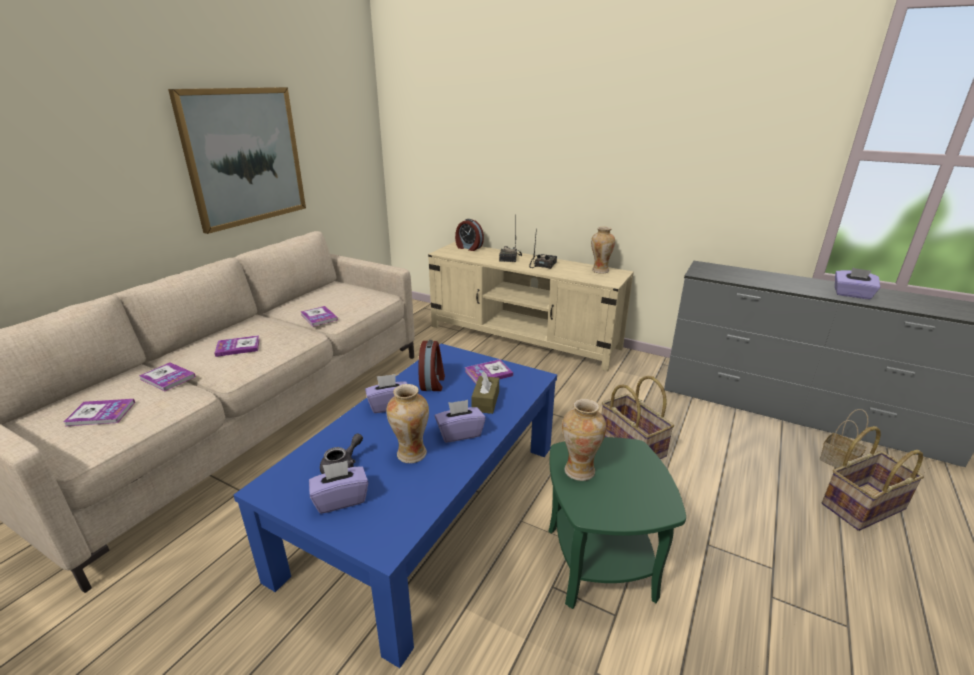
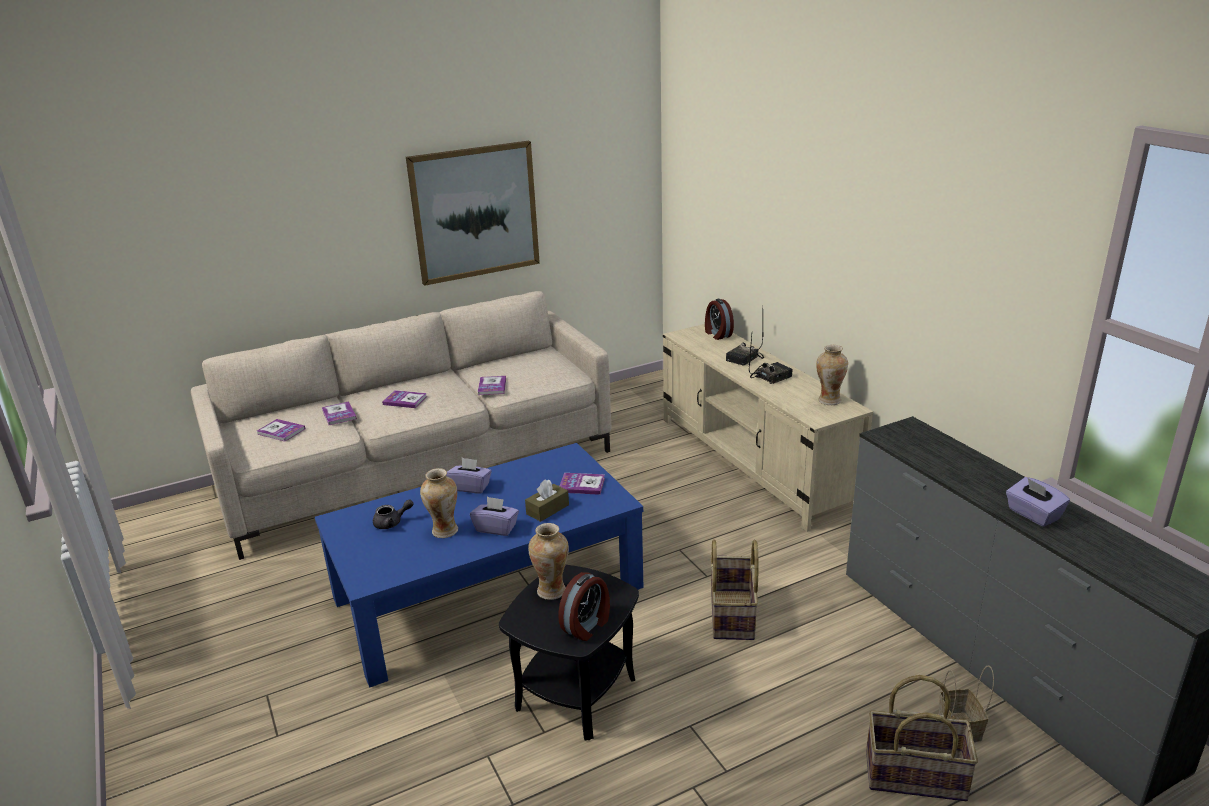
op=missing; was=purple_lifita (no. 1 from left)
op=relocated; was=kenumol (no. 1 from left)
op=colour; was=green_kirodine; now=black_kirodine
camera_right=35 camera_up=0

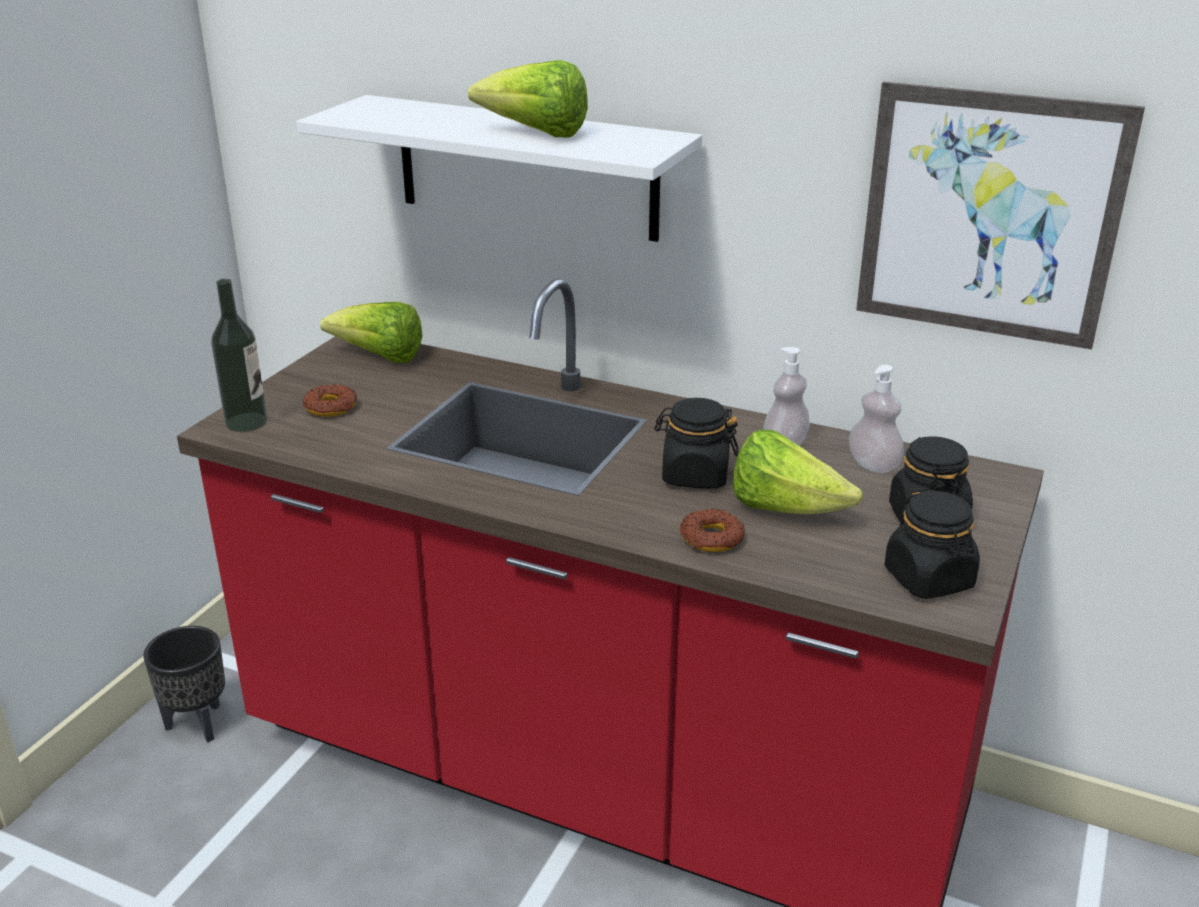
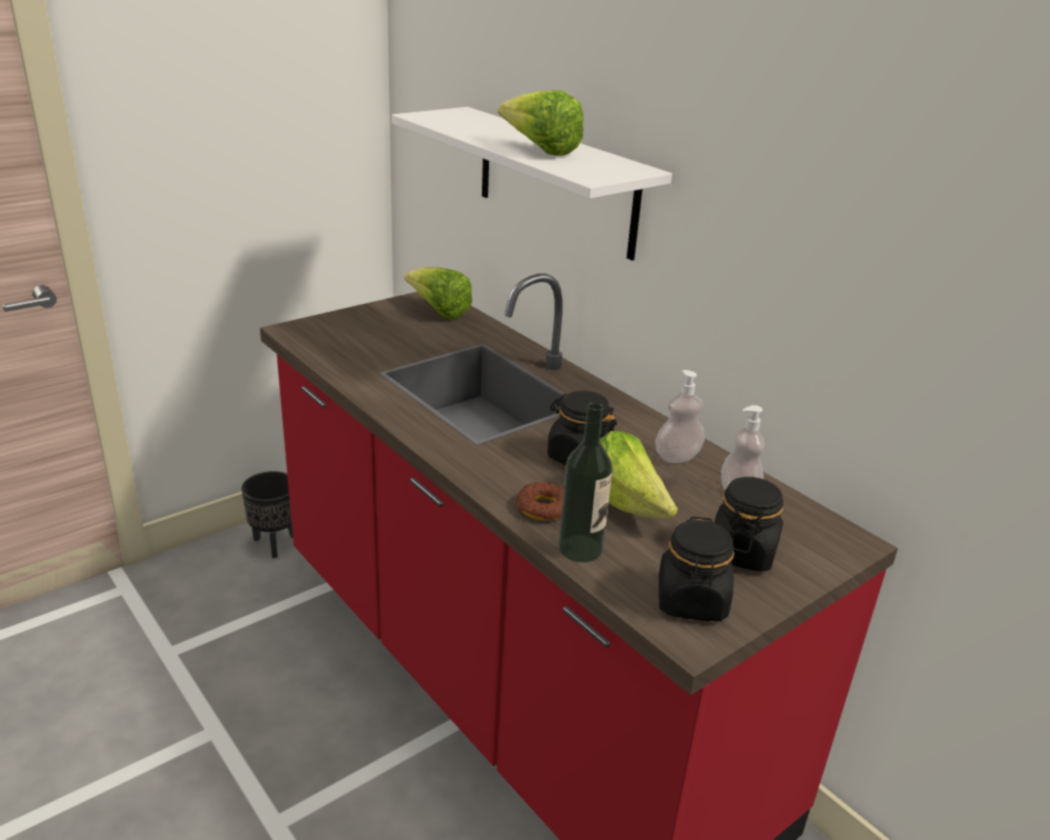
op=relocated; was=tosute
op=missing; was=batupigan (no. 1 from left)
op=missing; was=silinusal
camera_right=25 camera_up=0

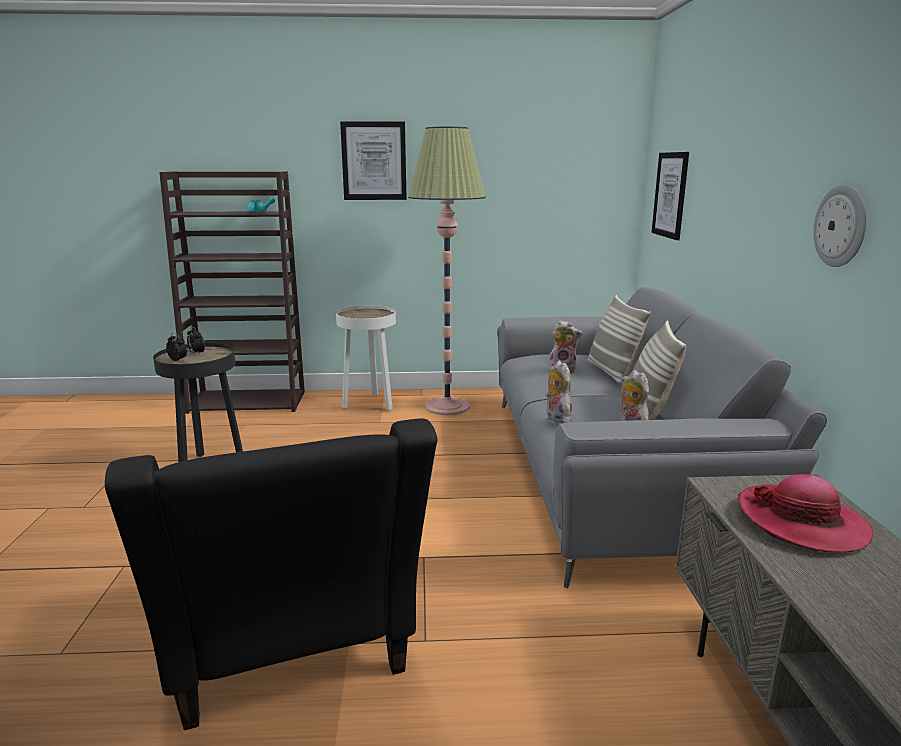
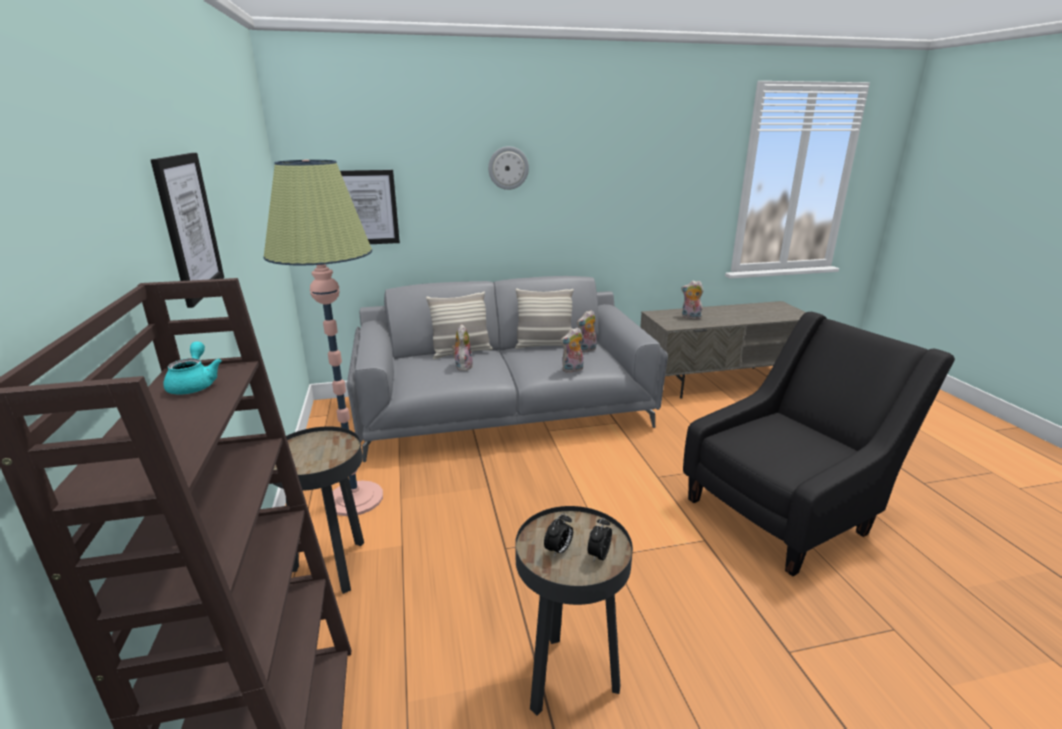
op=colour; was=white_kirodine; now=black_kirodine (no. 1 from left)
op=exchanged; was=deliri; now=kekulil (no. 4 from left)
op=relocated; was=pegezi
camera_right=-100 camera_up=5

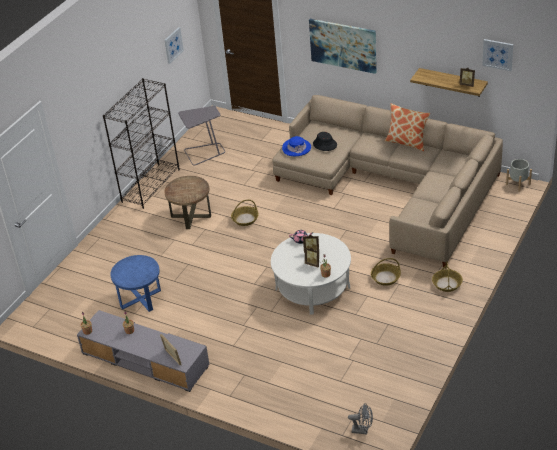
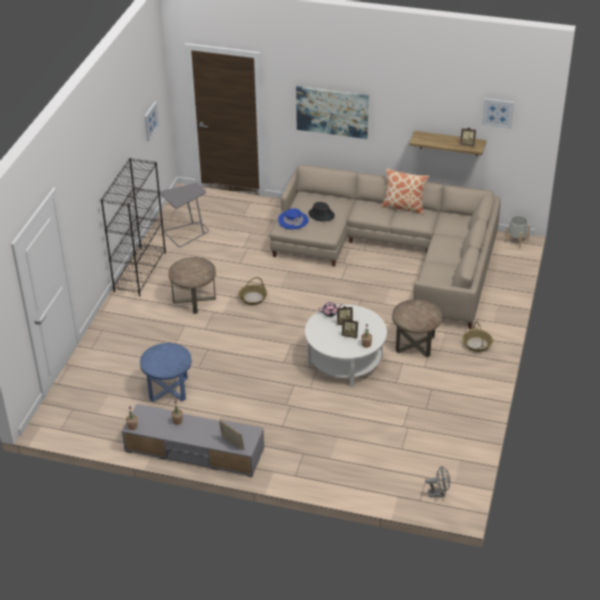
op=exchanged; was=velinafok (no. 2 from left); now=brown_kirodine (no. 2 from left)
camera_right=-15 camera_up=0

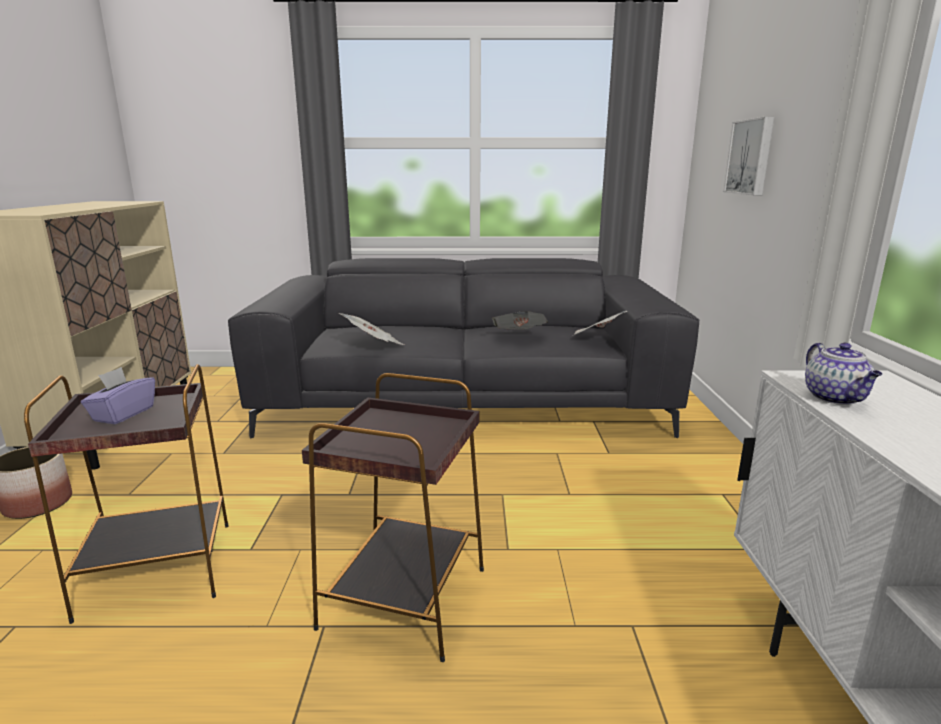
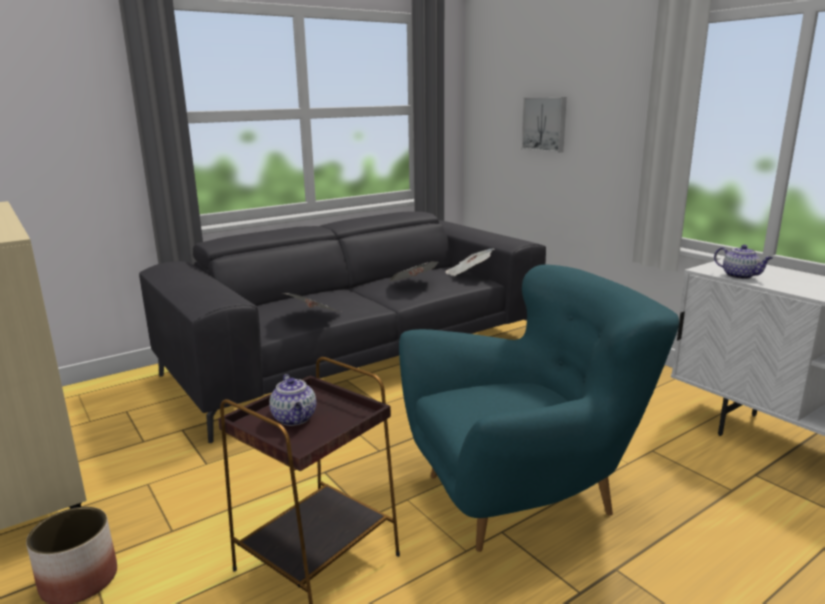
op=exchanged; was=purple_lifita; now=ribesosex (no. 1 from left)
op=exchanged; was=brown_kirodine (no. 2 from left); now=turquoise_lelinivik
camera_right=-35 camera_up=0

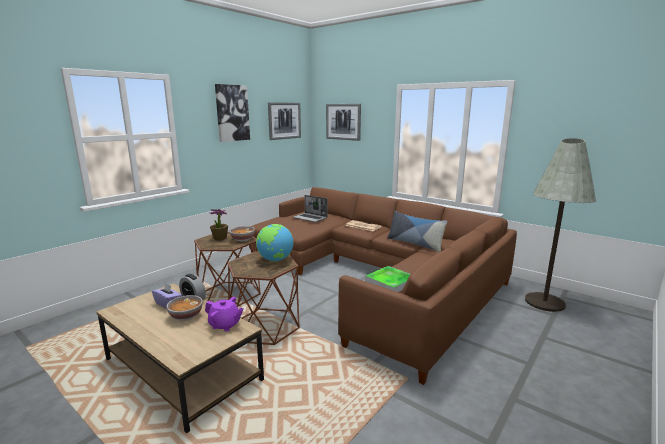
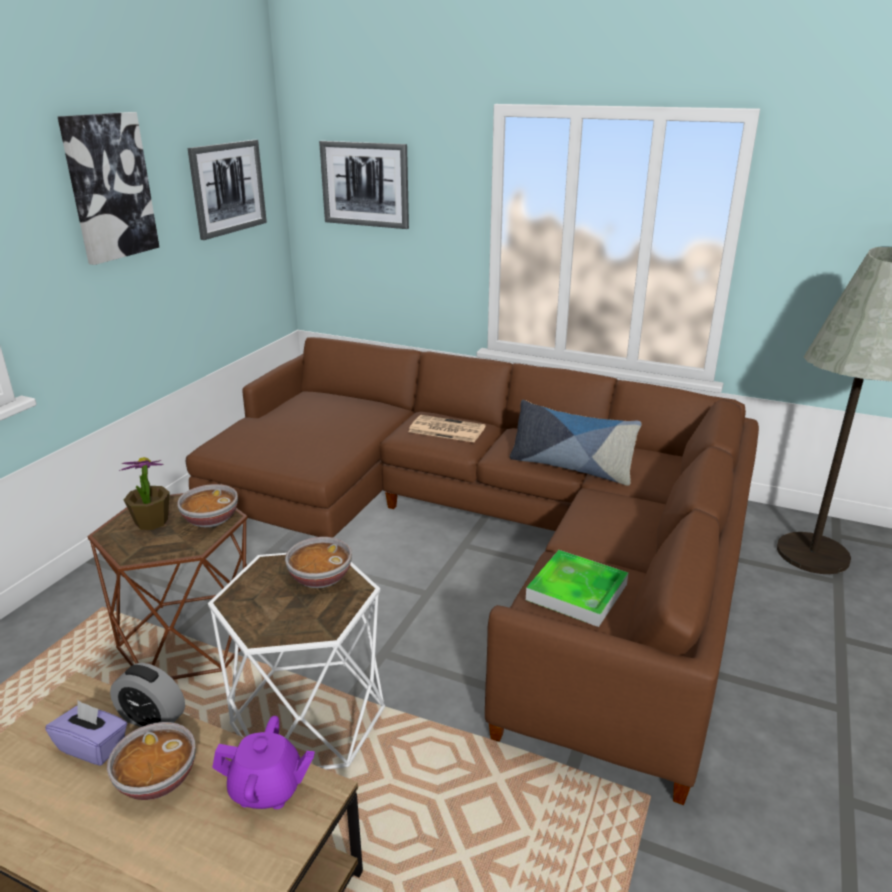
op=colour; was=brown_kirodine (no. 2 from left); now=white_kirodine
op=exchanged; was=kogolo; now=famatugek (no. 3 from left)
op=missing; was=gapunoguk
camera_right=-15 camera_up=10

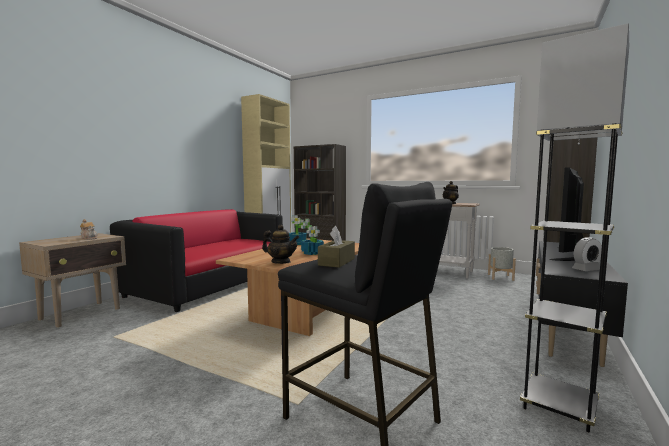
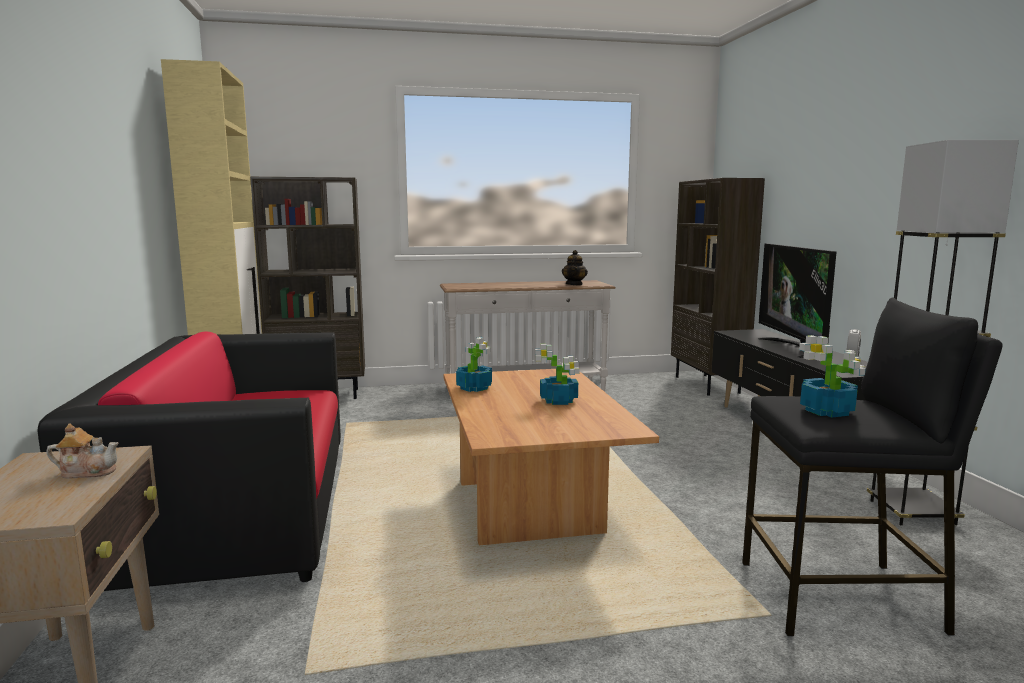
op=missing; was=ribesosex (no. 2 from left)
op=exchanged; was=brown_lifita; now=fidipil (no. 3 from left)
op=missing; was=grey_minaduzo
camera_right=-40 camera_up=5

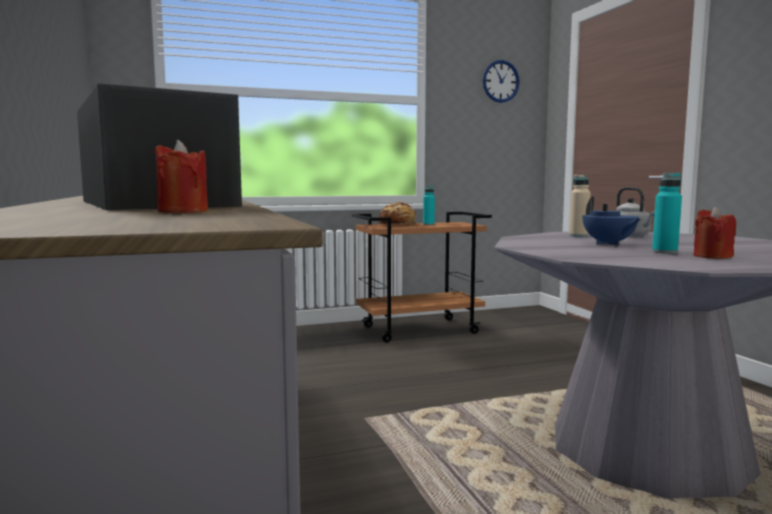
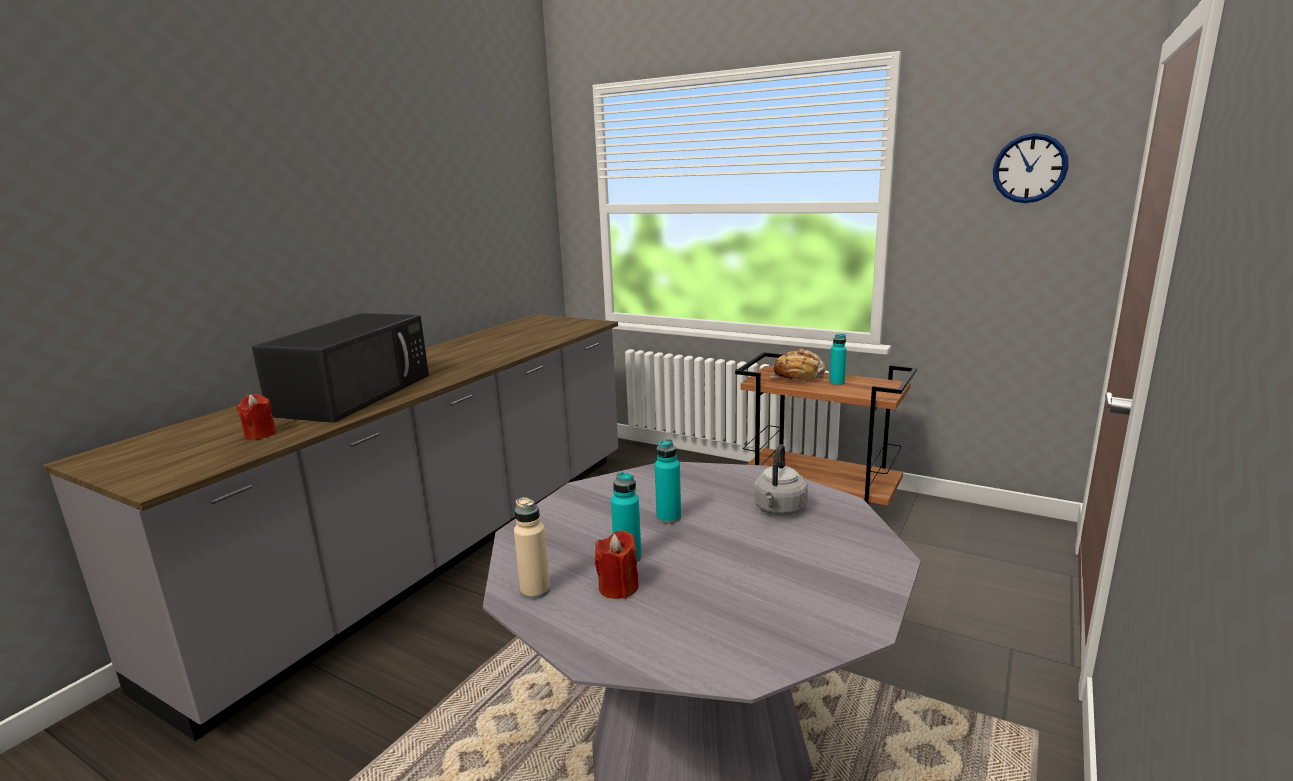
op=relocated; was=beige_tosute
op=exchanged; was=blue_ribesosex; now=turquoise_tosute (no. 2 from left)
camera_right=50 camera_up=10

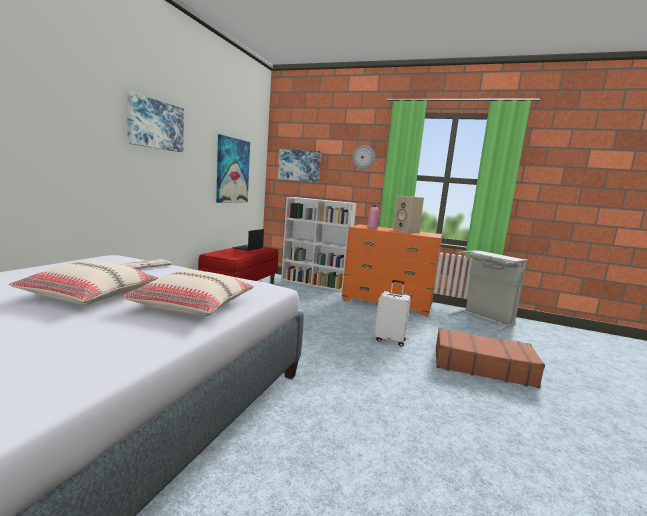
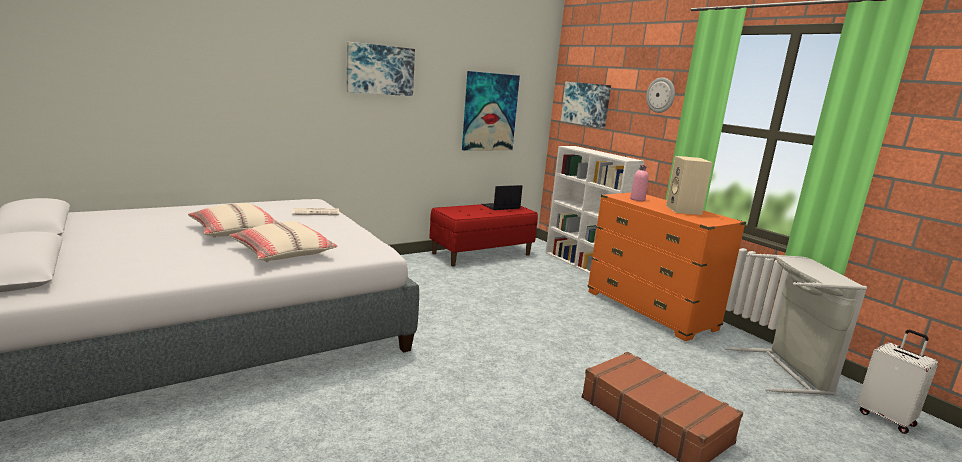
op=relocated; was=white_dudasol
camera_right=35 camera_up=5

